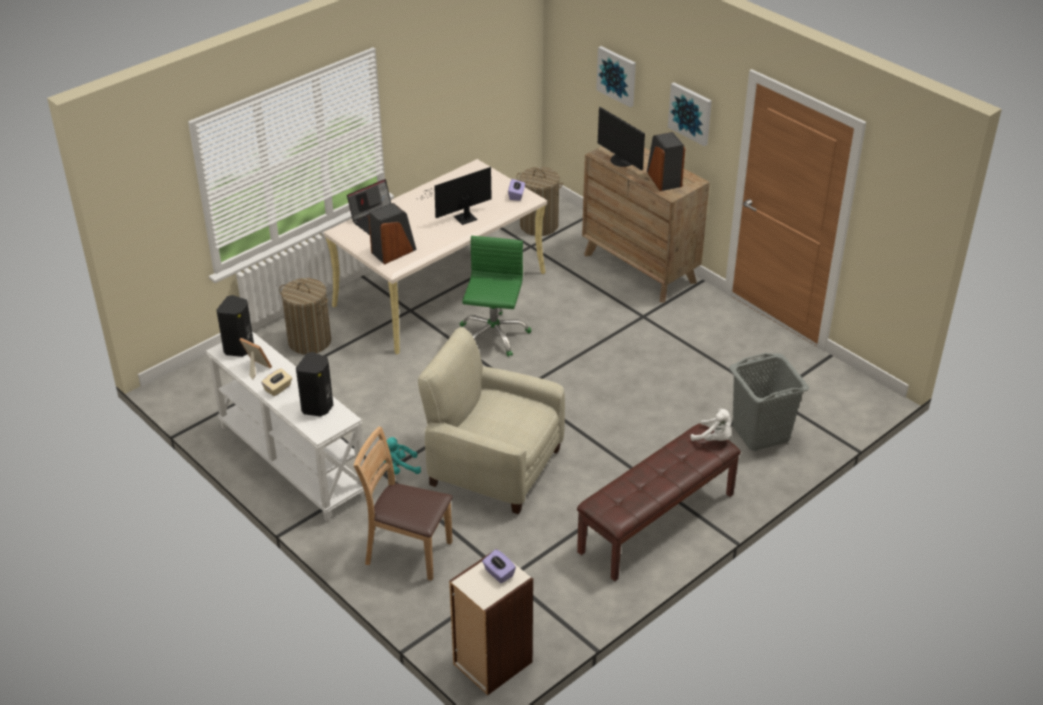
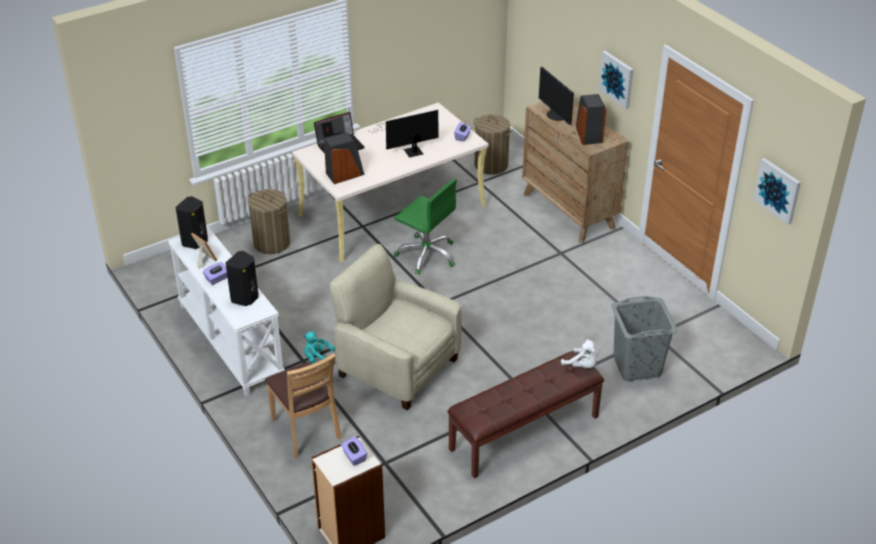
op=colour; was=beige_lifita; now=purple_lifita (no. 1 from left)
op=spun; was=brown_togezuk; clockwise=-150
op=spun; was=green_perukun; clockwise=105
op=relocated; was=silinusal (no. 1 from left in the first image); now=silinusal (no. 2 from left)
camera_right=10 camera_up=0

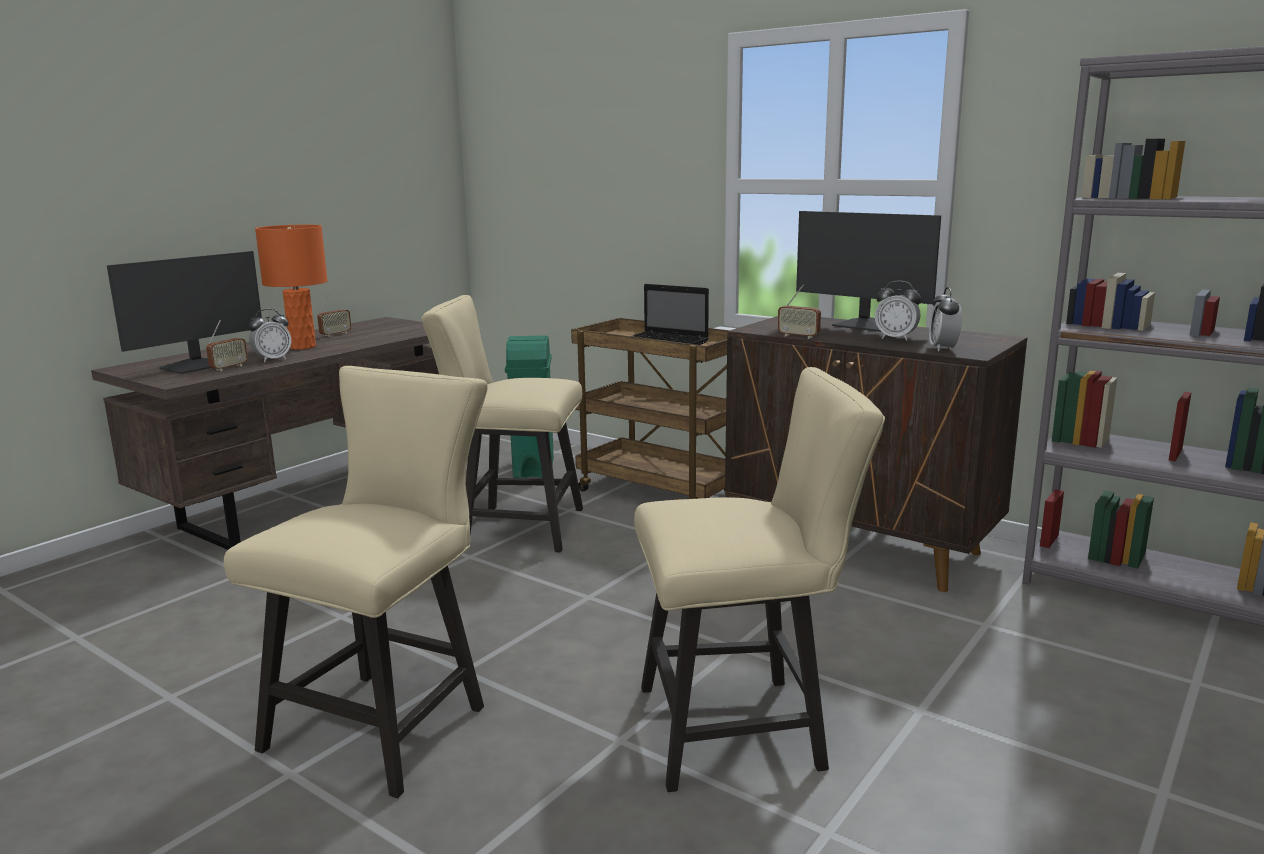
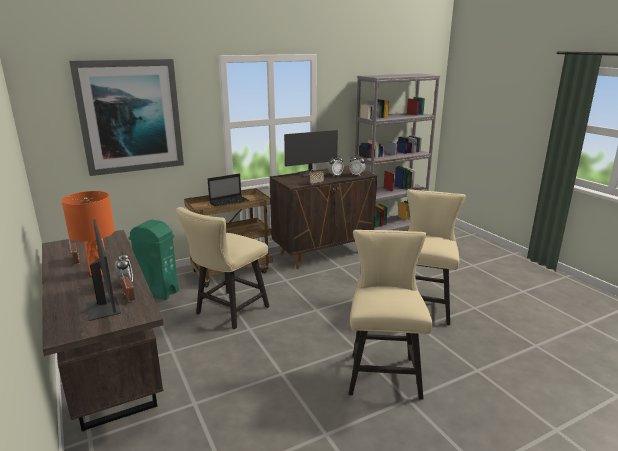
op=spun; was=beige_togezuk (no. 1 from left in the first image); clockwise=45
op=appeared; now=silinusal
camera_right=-65 camera_up=5

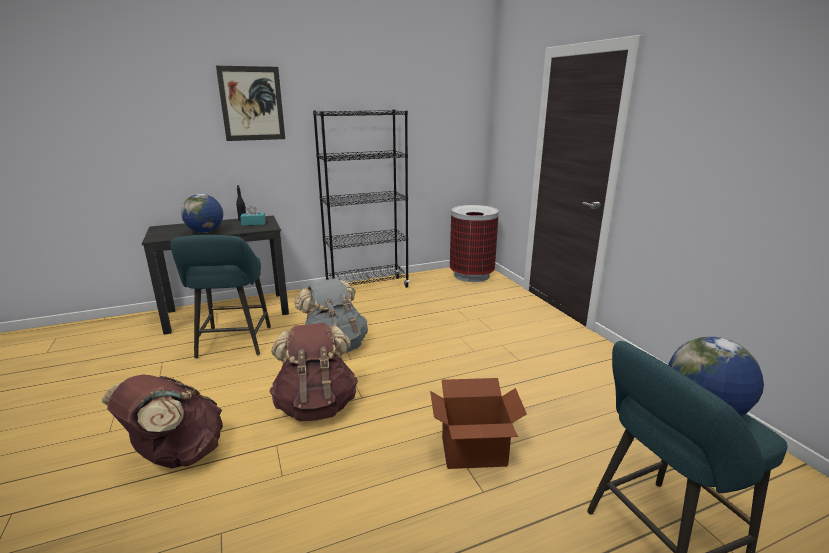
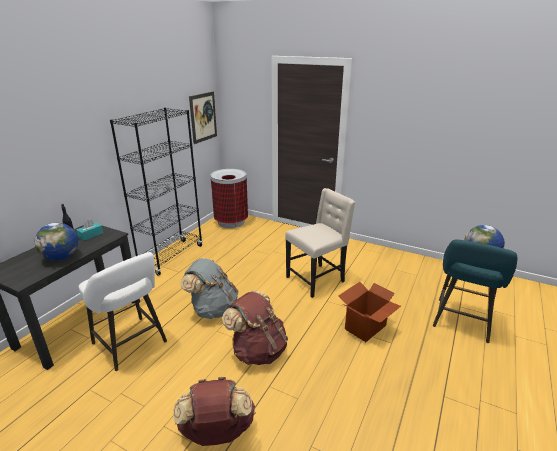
op=colour; was=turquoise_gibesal (no. 1 from left); now=white_gibesal
op=relocated; was=silinusal
op=appeared; now=beige_togezuk
camera_right=-40 camera_up=5

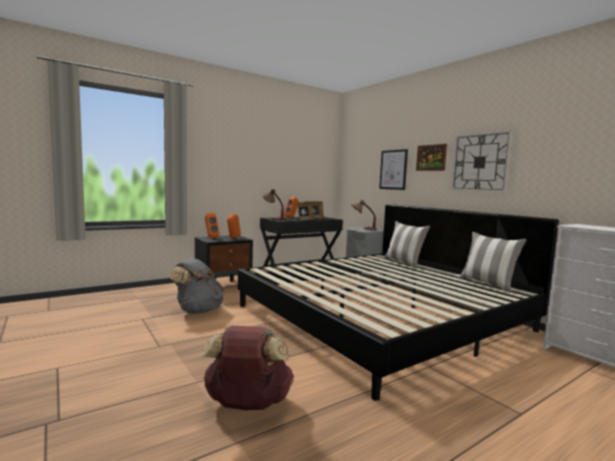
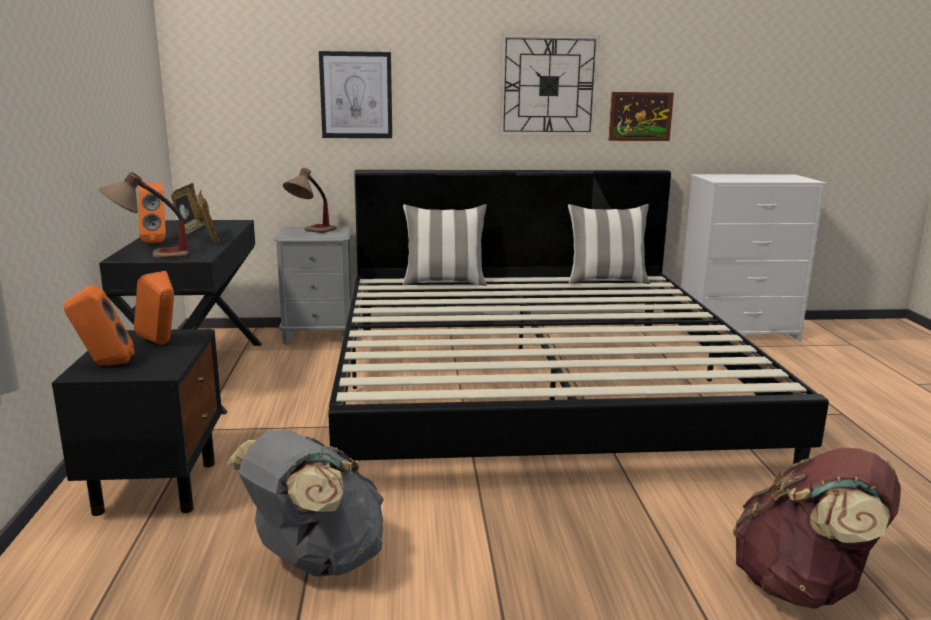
op=relocated; was=silinusal (no. 2 from left)
camera_right=-60 camera_up=10

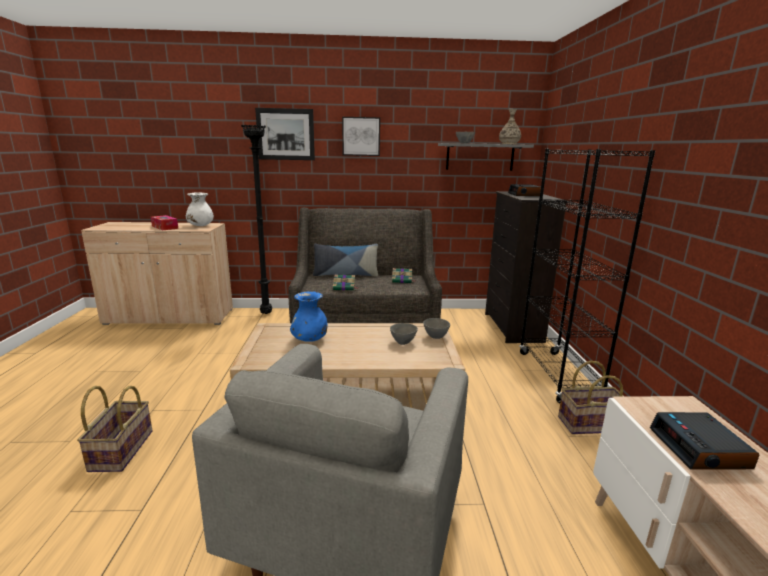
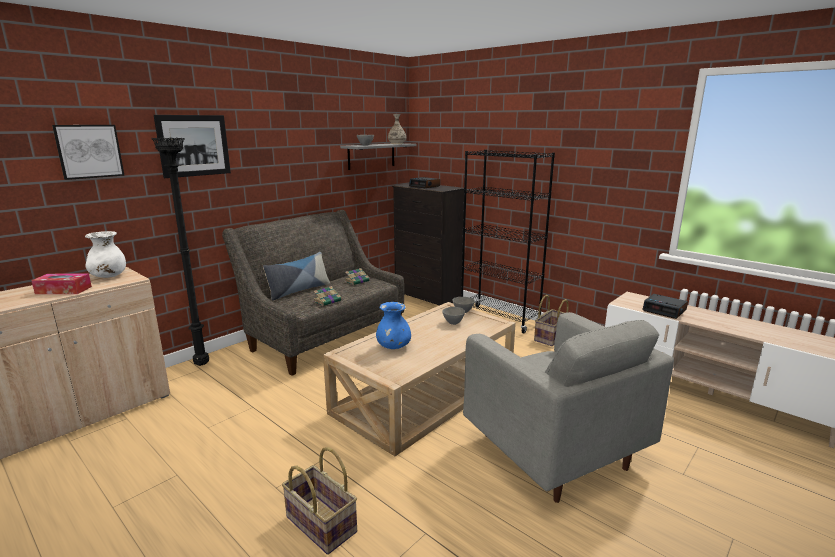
op=relocated; was=silinusal (no. 2 from left in the first image); now=silinusal (no. 1 from left)
camera_right=-45 camera_up=0

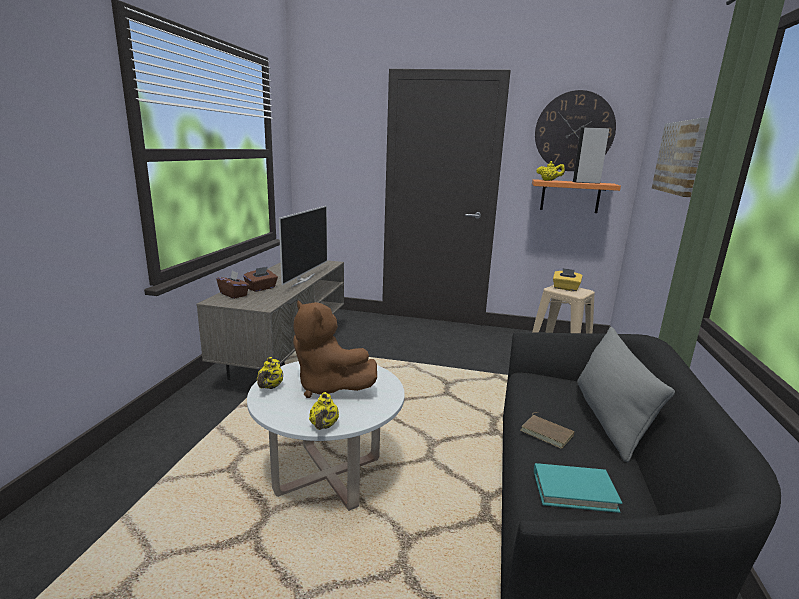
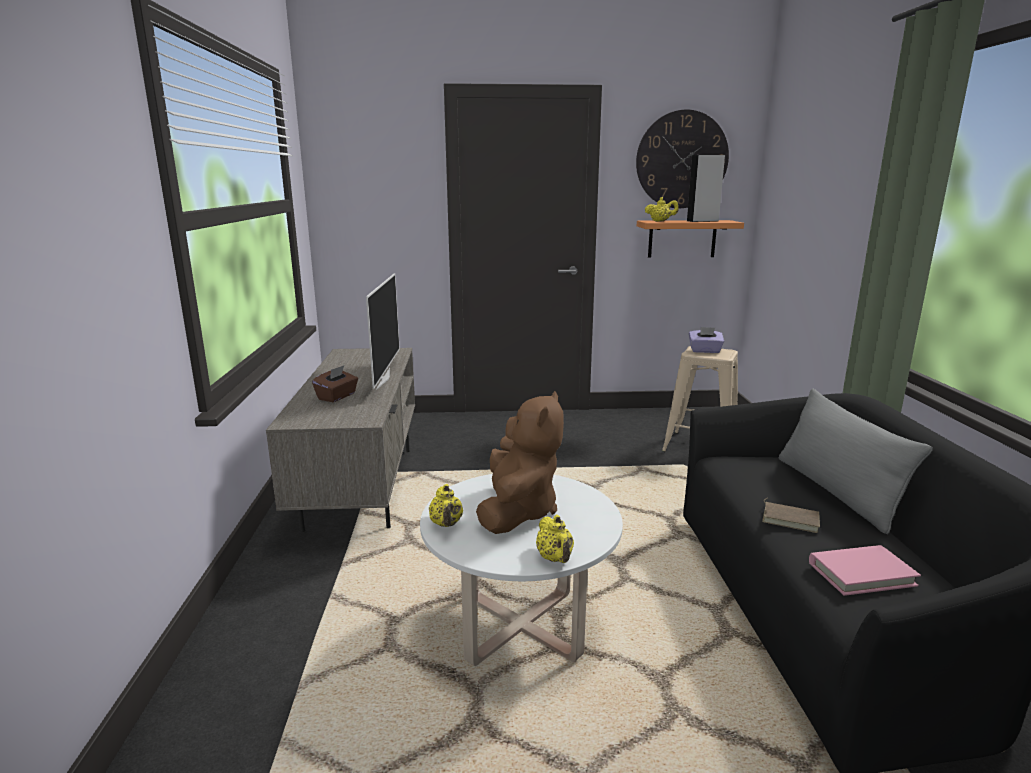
op=missing; was=brown_lifita (no. 1 from left)
op=spun; was=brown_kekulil; clockwise=-105
op=colour; was=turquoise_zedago; now=pink_zedago
op=colour; was=yellow_lifita; now=purple_lifita
op=missing; was=silinusal
camera_right=-15 camera_up=0

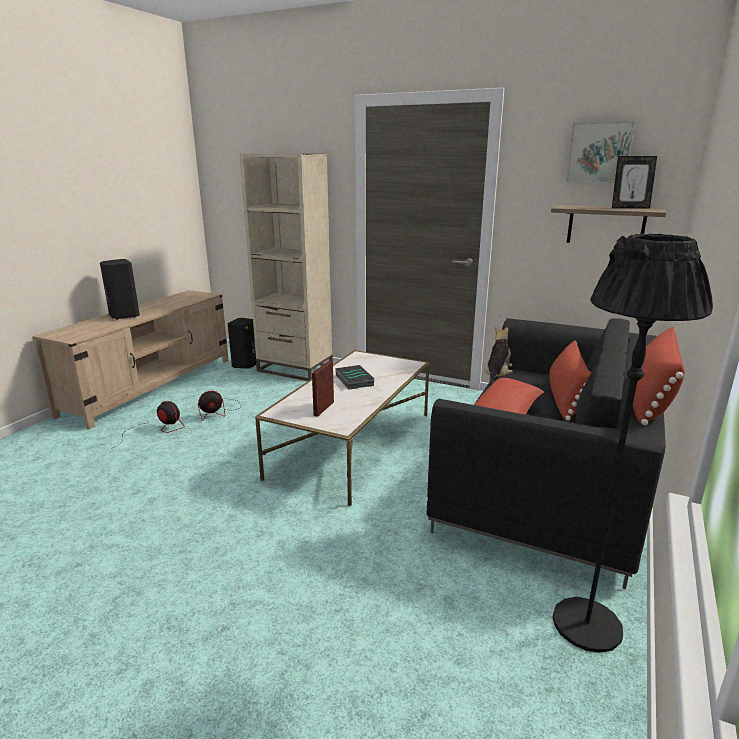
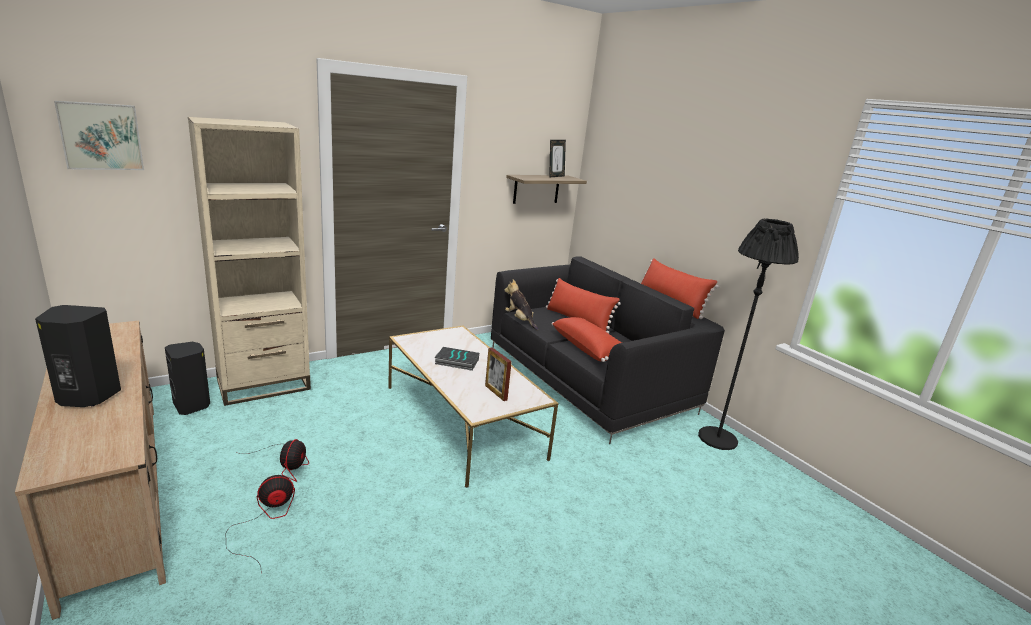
op=relocated; was=silinusal
camera_right=-60 camera_up=0

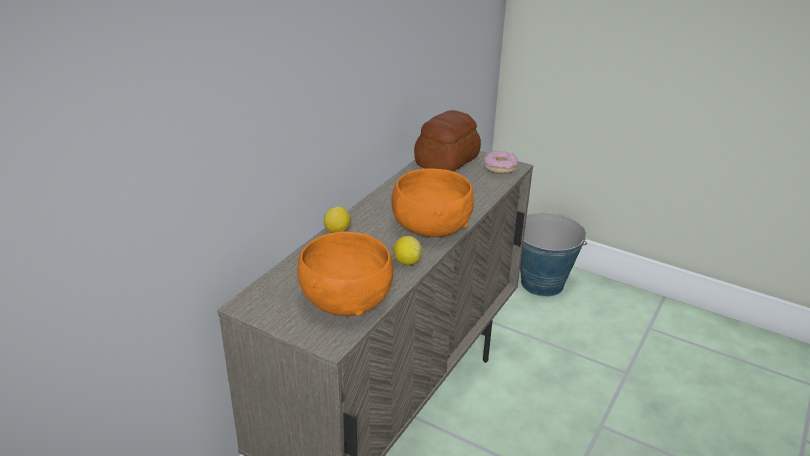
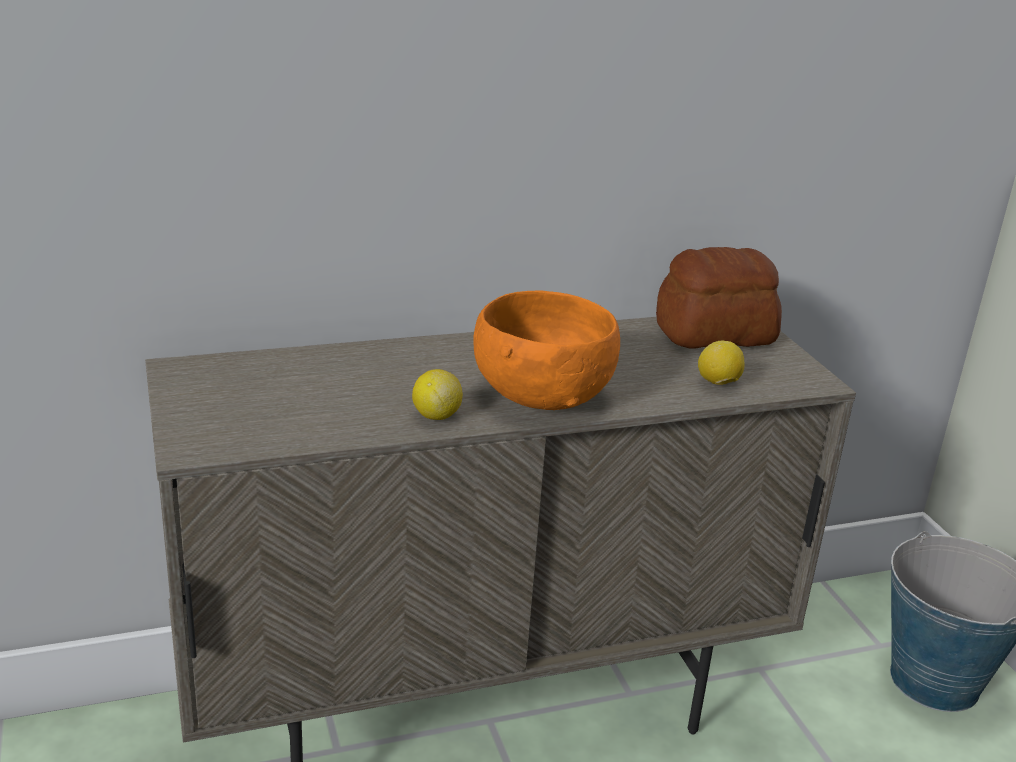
op=missing; was=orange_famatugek (no. 1 from left)
op=relocated; was=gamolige (no. 1 from left in the first image); now=gamolige (no. 2 from left)
op=missing; was=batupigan
camera_right=40 camera_up=-5

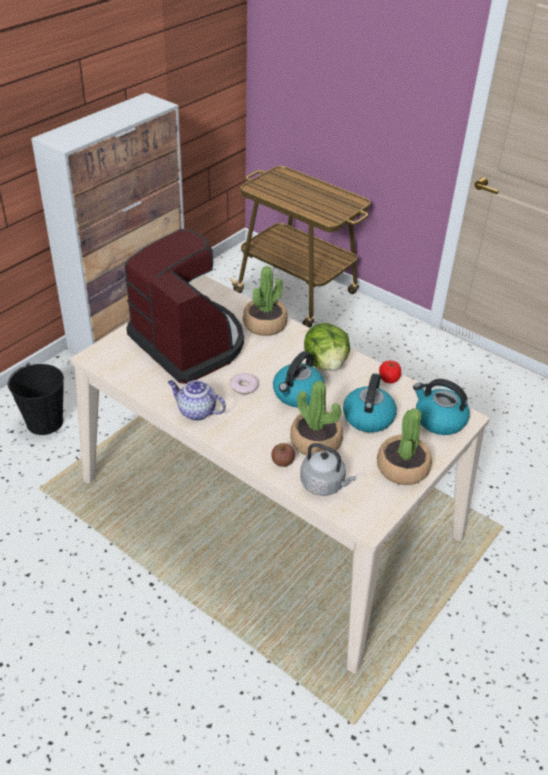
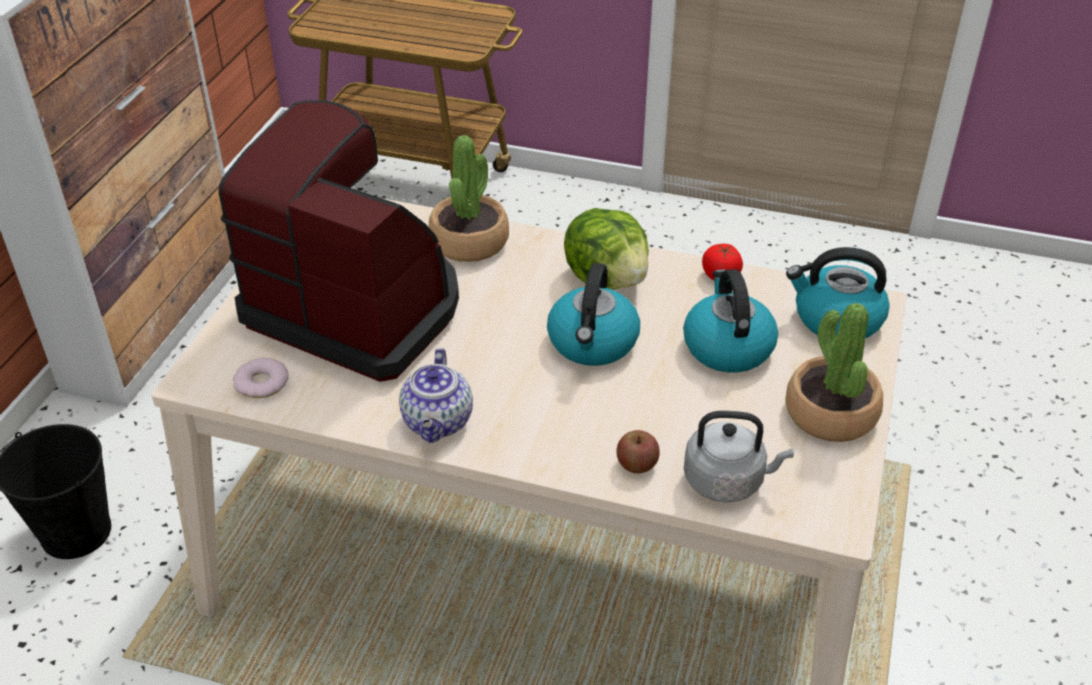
op=spun; was=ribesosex; clockwise=-90
op=relocated; was=batupigan
op=missing; was=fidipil (no. 2 from left)
camera_right=-20 camera_up=0

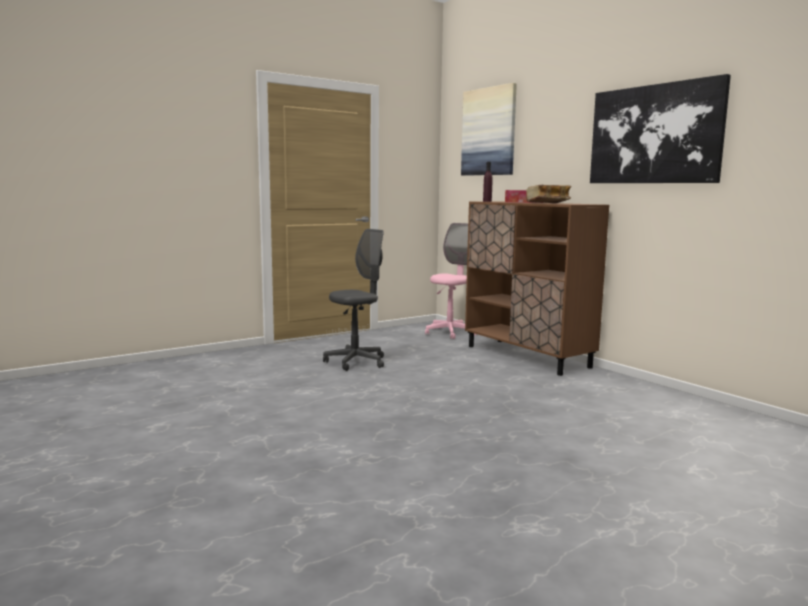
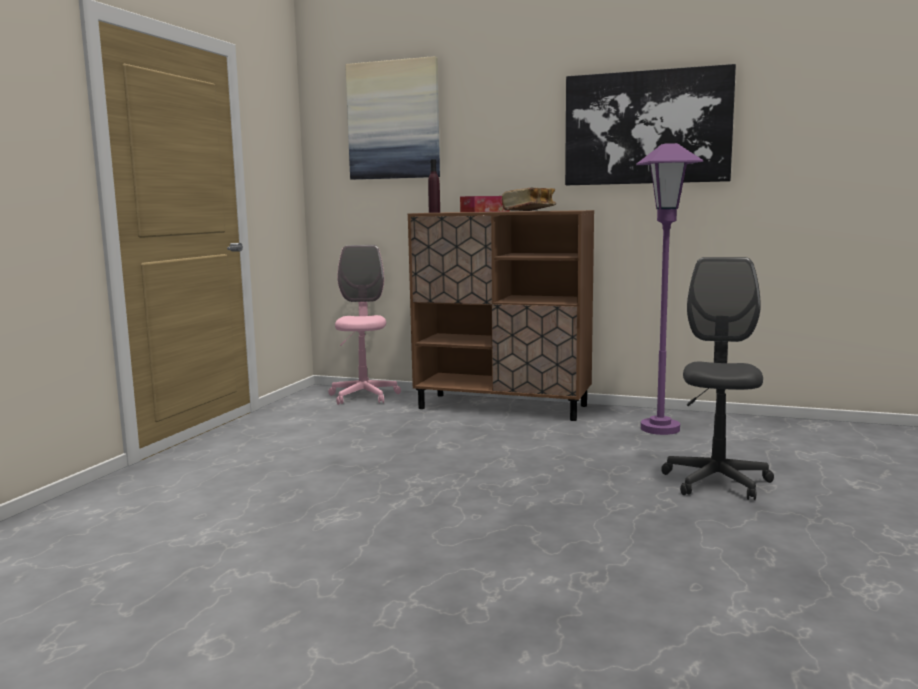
op=relocated; was=grey_perukun
op=appeared; now=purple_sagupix
camera_right=-35 camera_up=0

